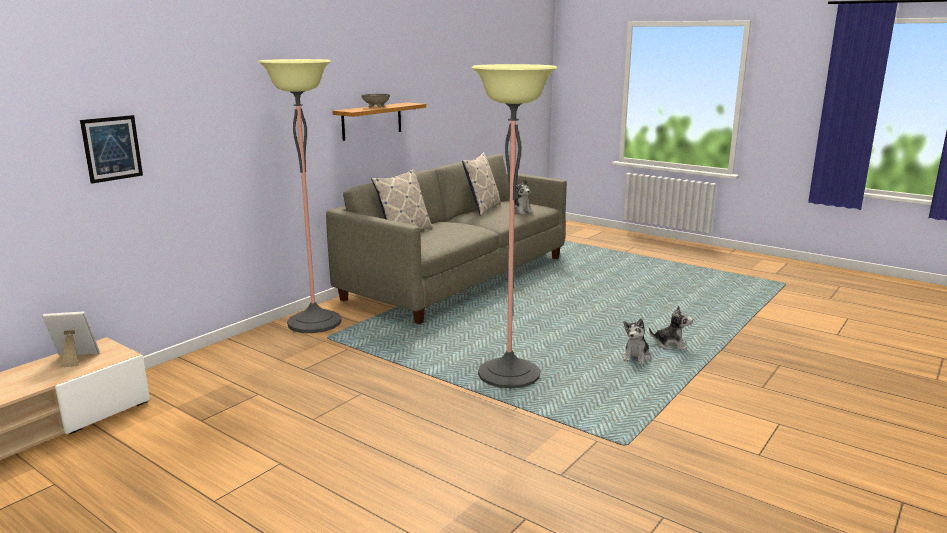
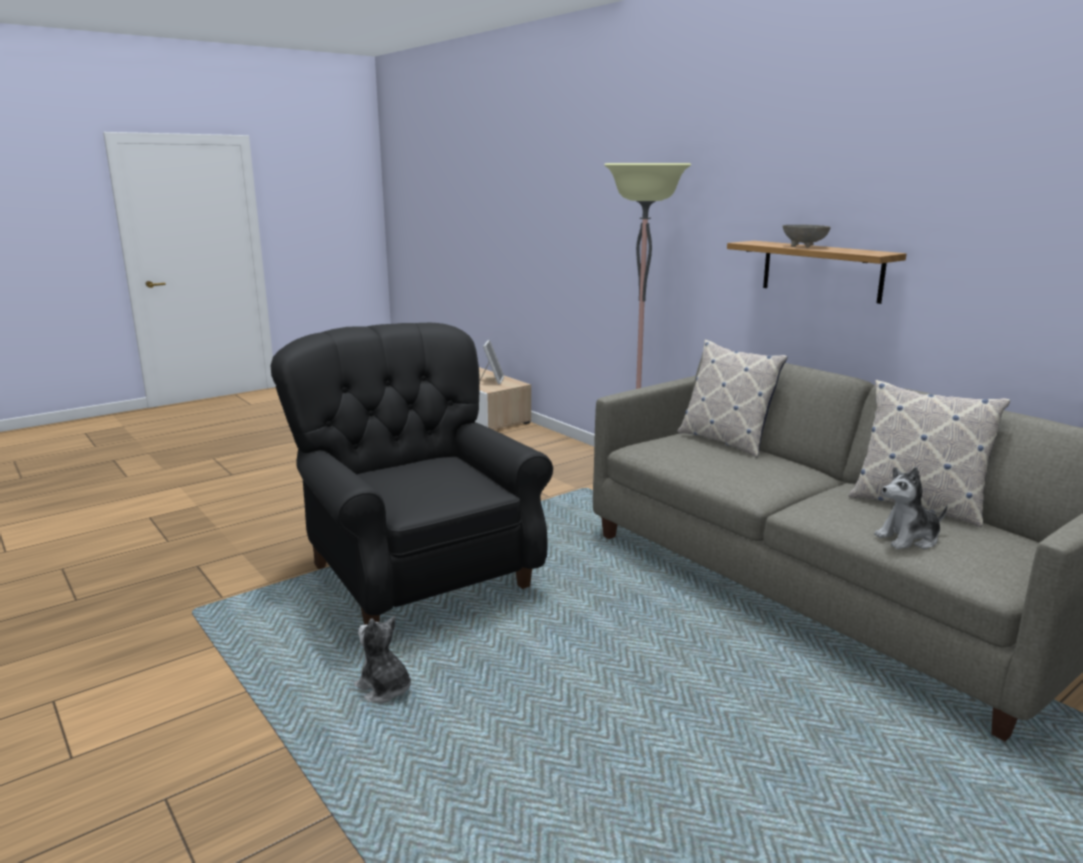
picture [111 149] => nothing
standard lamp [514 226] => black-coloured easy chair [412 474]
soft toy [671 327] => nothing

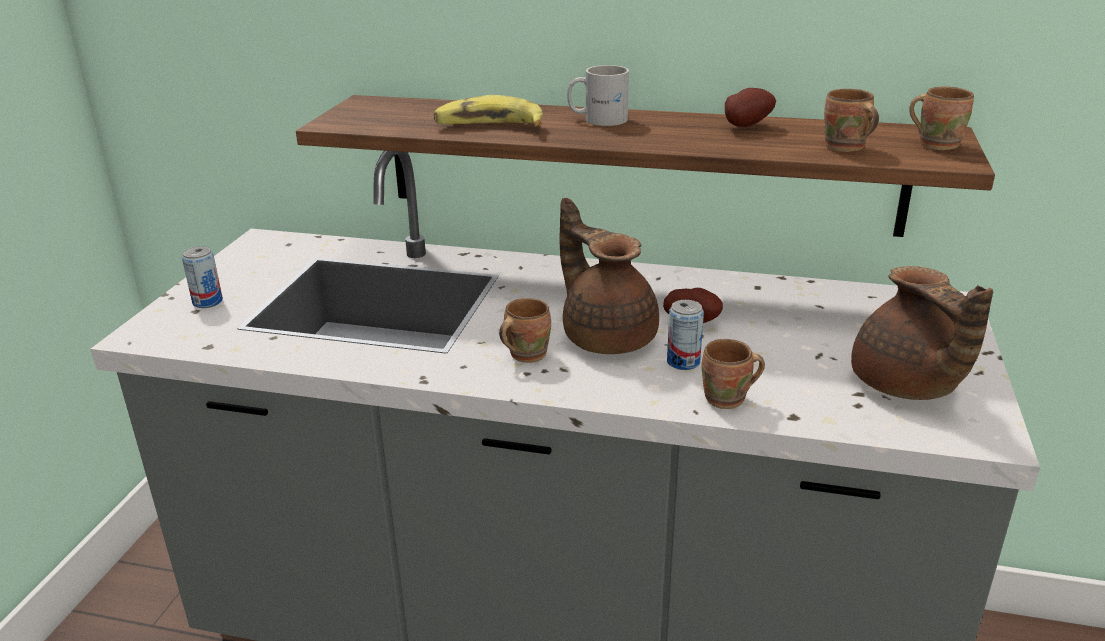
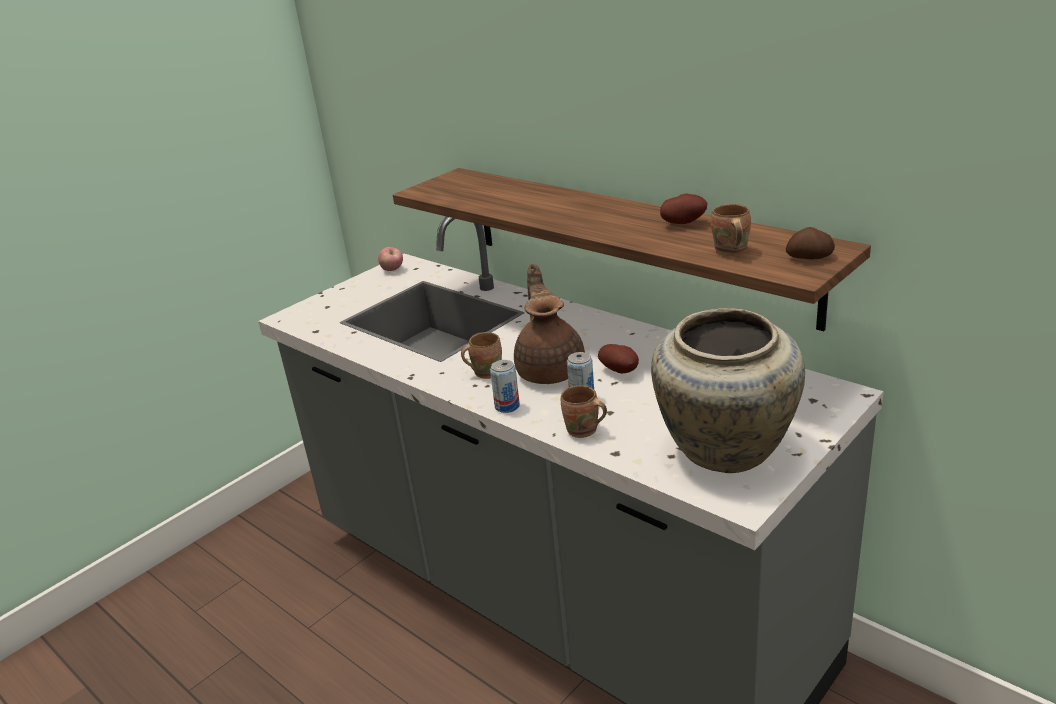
metal can [202 277] => metal can [505 386], shifted
banana fruit [488 110] => nothing
whitish mug [598 95] => nothing
brownish tea pot [922 333] => sand-coloured vase [728 390]
brownish mug [941 118] => whole potato [810 243]
nothing => whole apple [390 259]

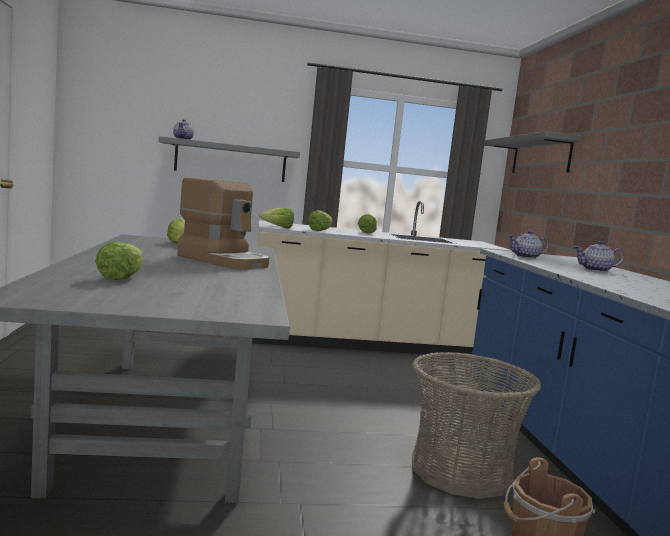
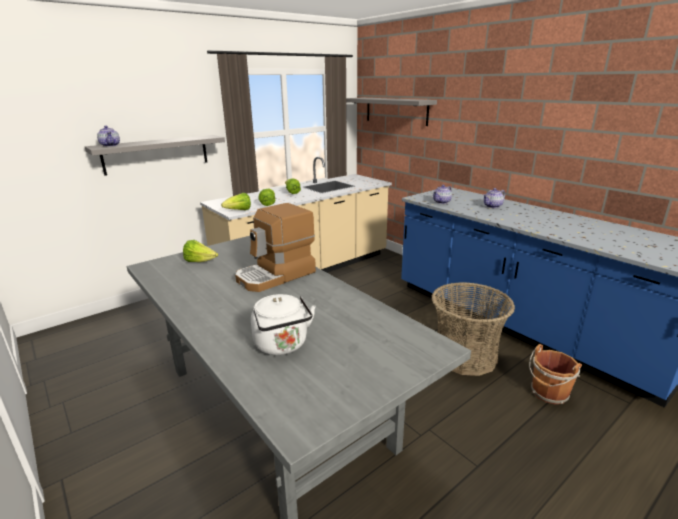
head of lettuce [119 260] => whitish kettle [283 324]
coffee maker [223 223] => coffee maker [275 247], 135 degrees clockwise

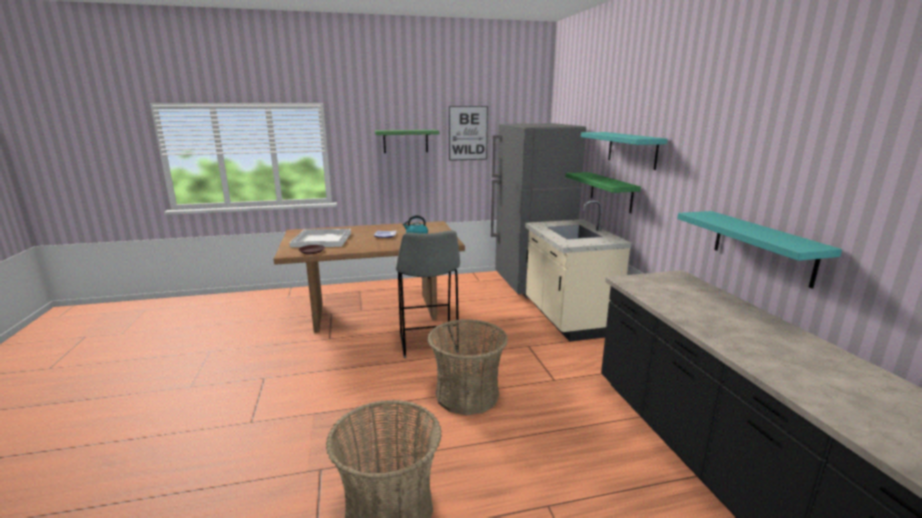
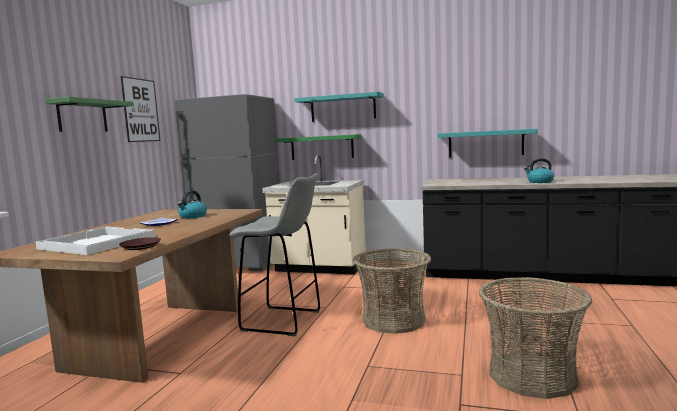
nothing => kettle [539 170]

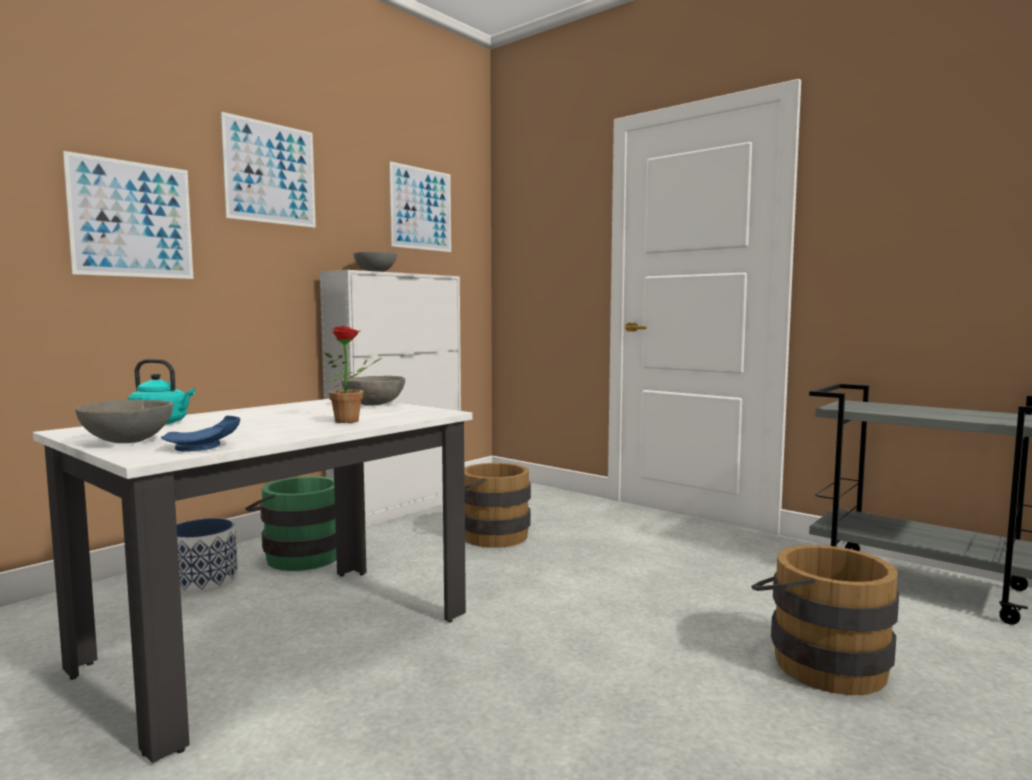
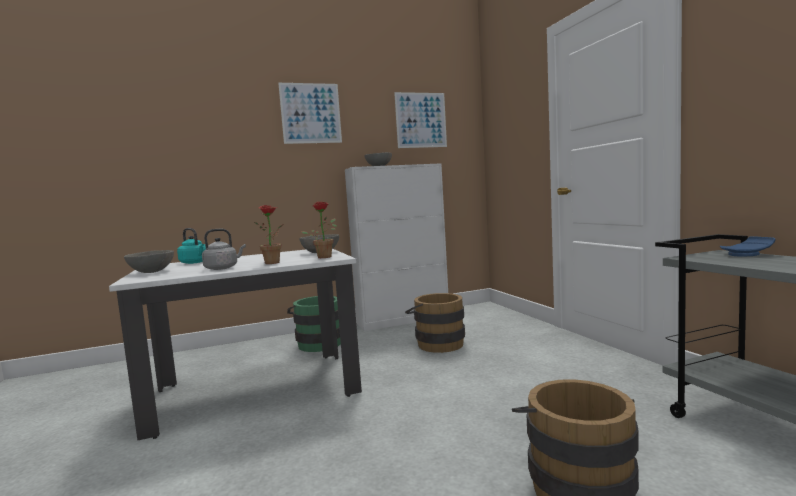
picture [128 215] => nothing
blue-coloured flat dish [200 434] => blue-coloured flat dish [748 246], shifted
planter [207 555] => nothing
nothing => greyish kettle [224 249]
nothing => potted plant [319 230]

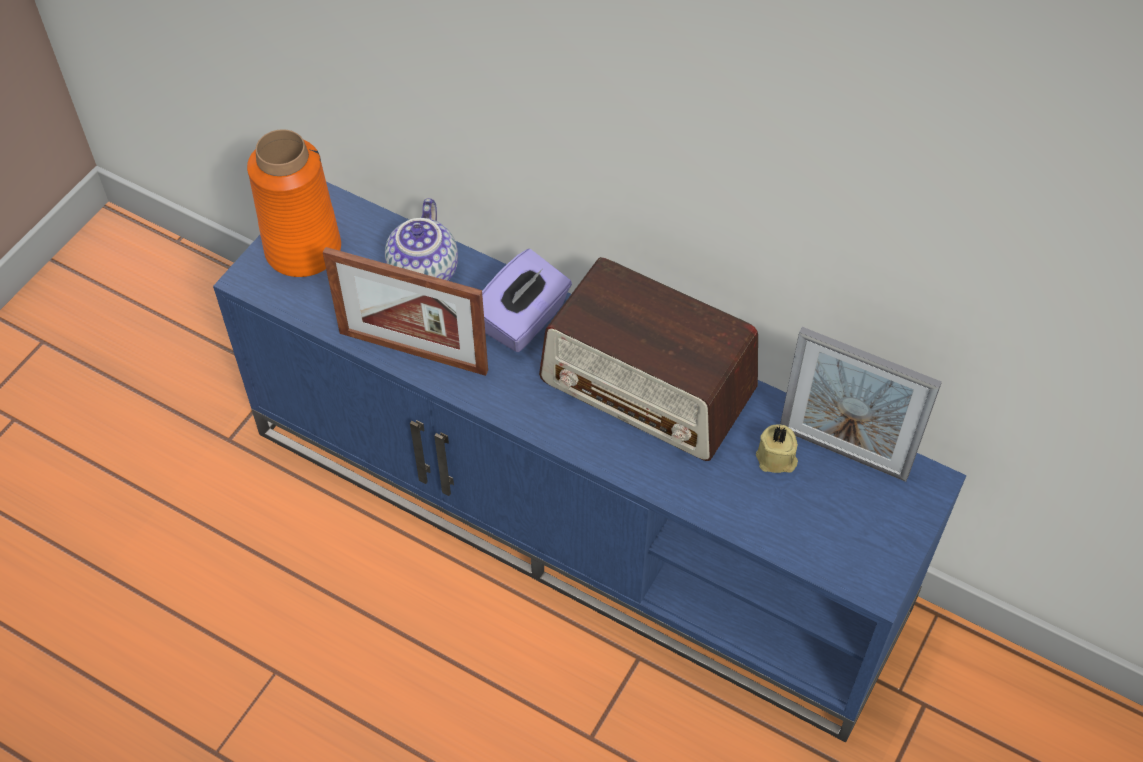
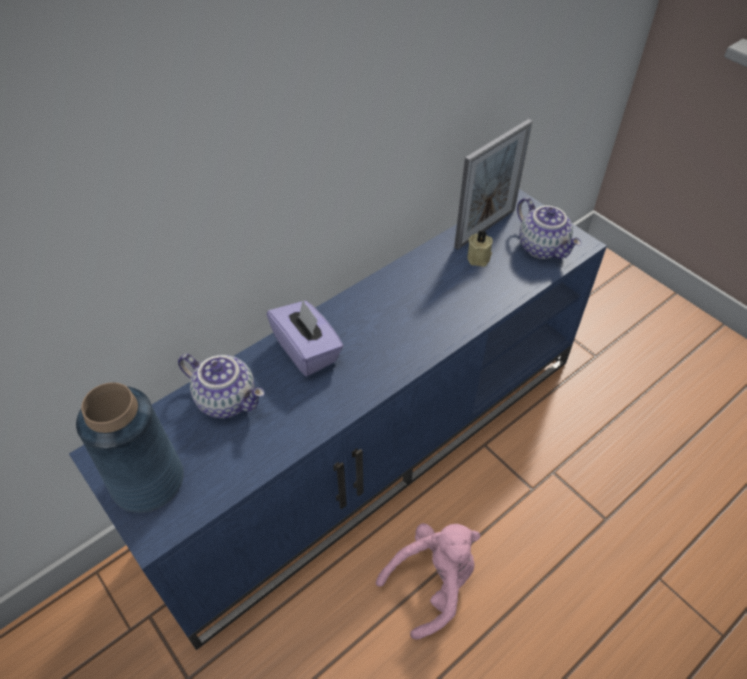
orangey vase [294 203] => blue-coloured vase [130 447]
standing frame [405 311] => nothing
radio receiver [648 359] => nothing
nothing => pinkish soft toy [428 581]
nothing => tea pot [549 228]

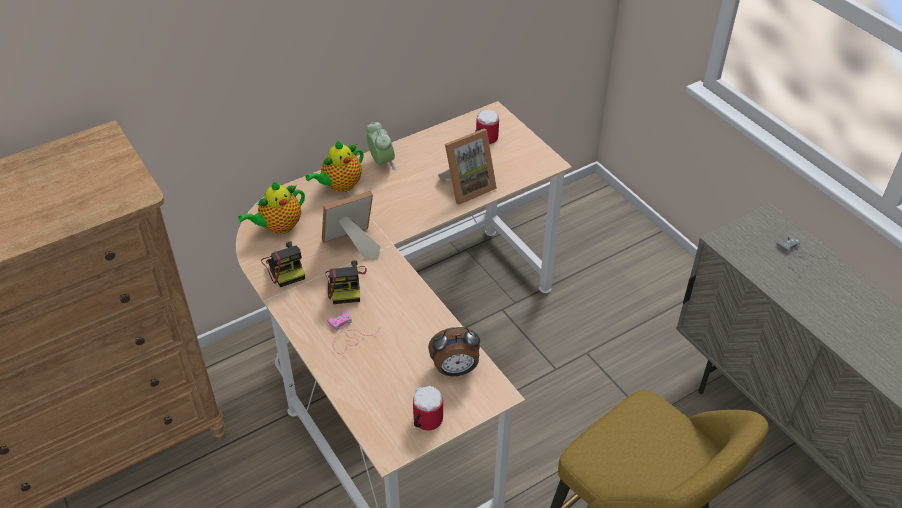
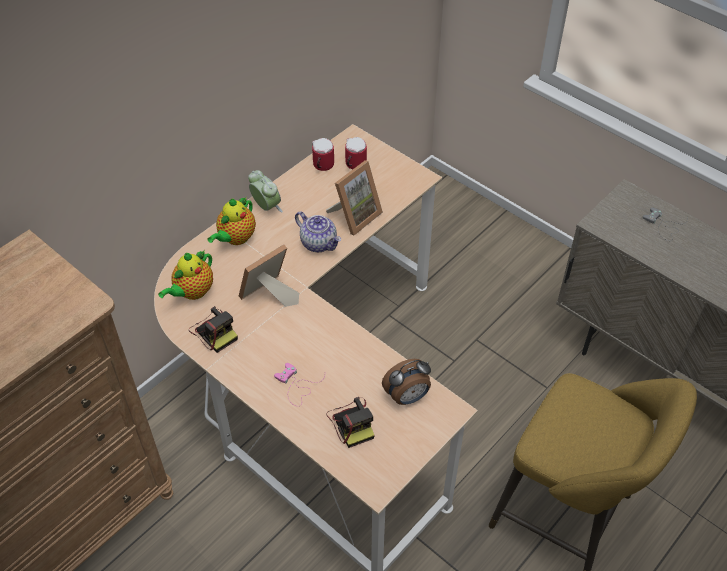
still camera [346 282] => still camera [350 422], shifted
mug [428 408] => mug [323 154], shifted
nothing => tea pot [318 231]

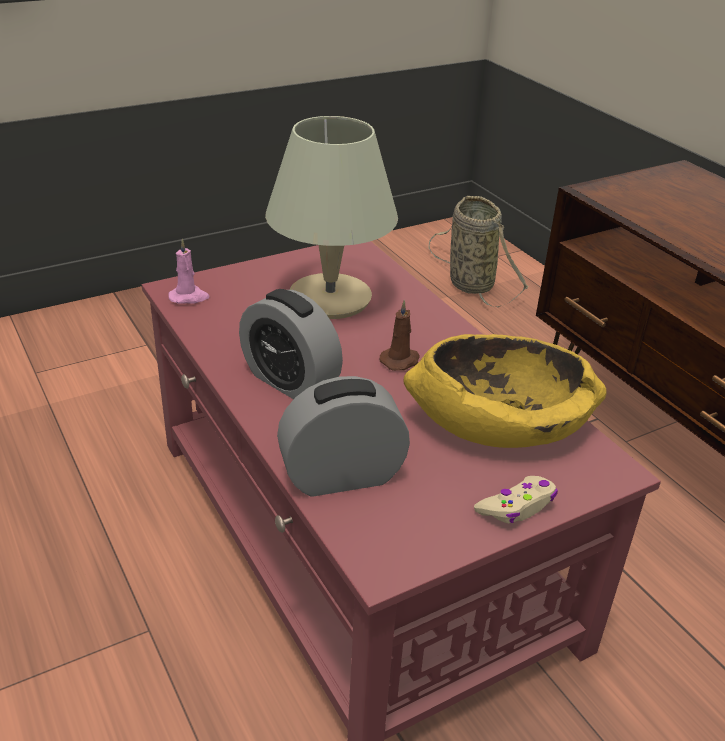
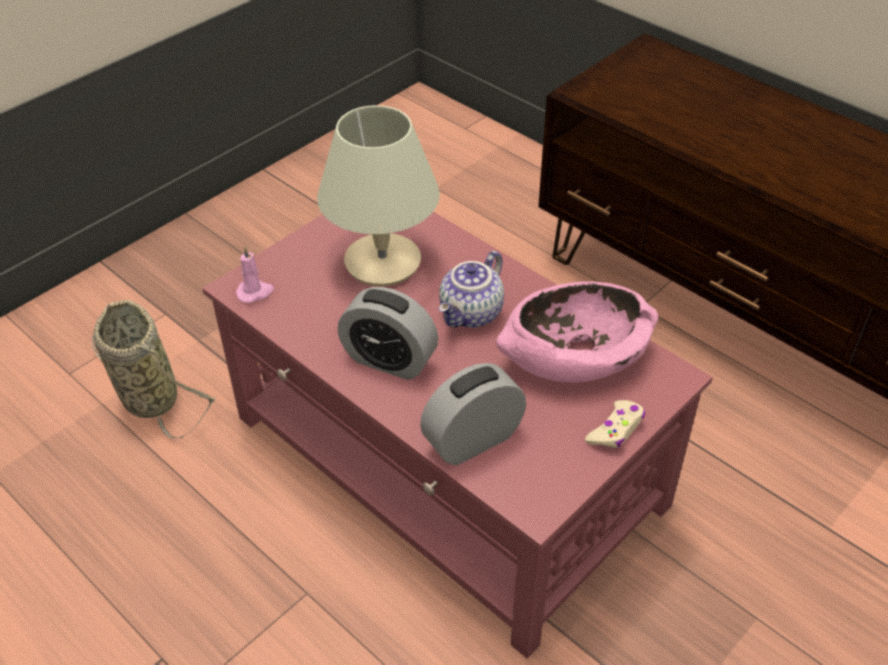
brownish wax candle [400 335] => tea pot [471 289]
yellow serving bowl [505 391] => pinkish serving bowl [577 332]
basket [478 251] => basket [154 369], shifted

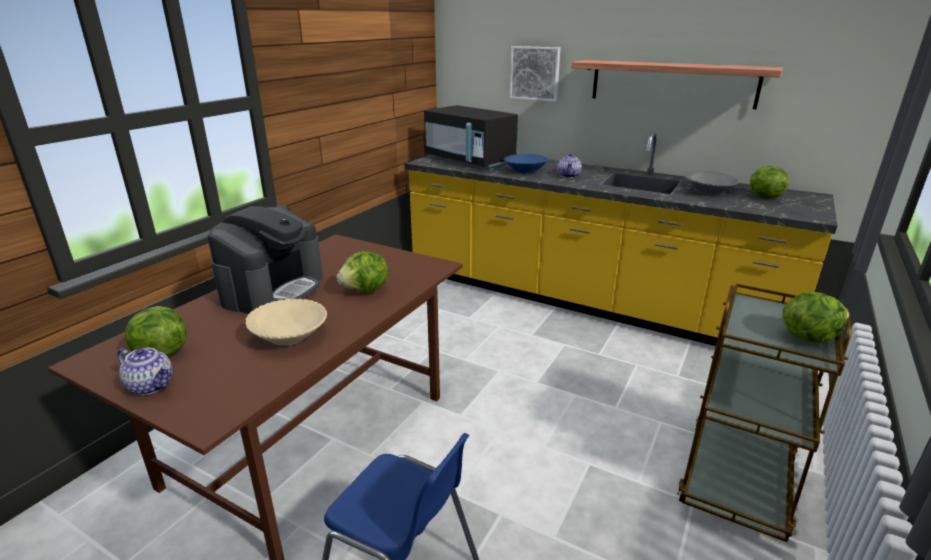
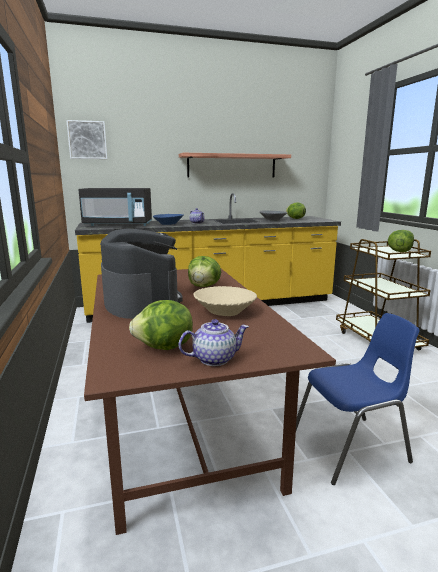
picture [535 74] => picture [86 139], shifted

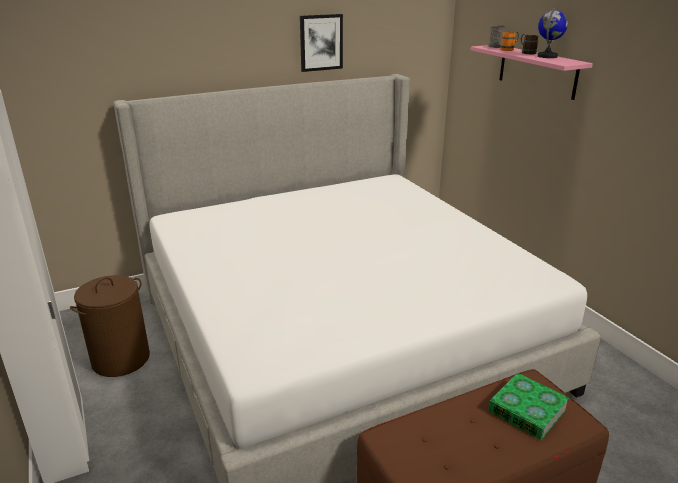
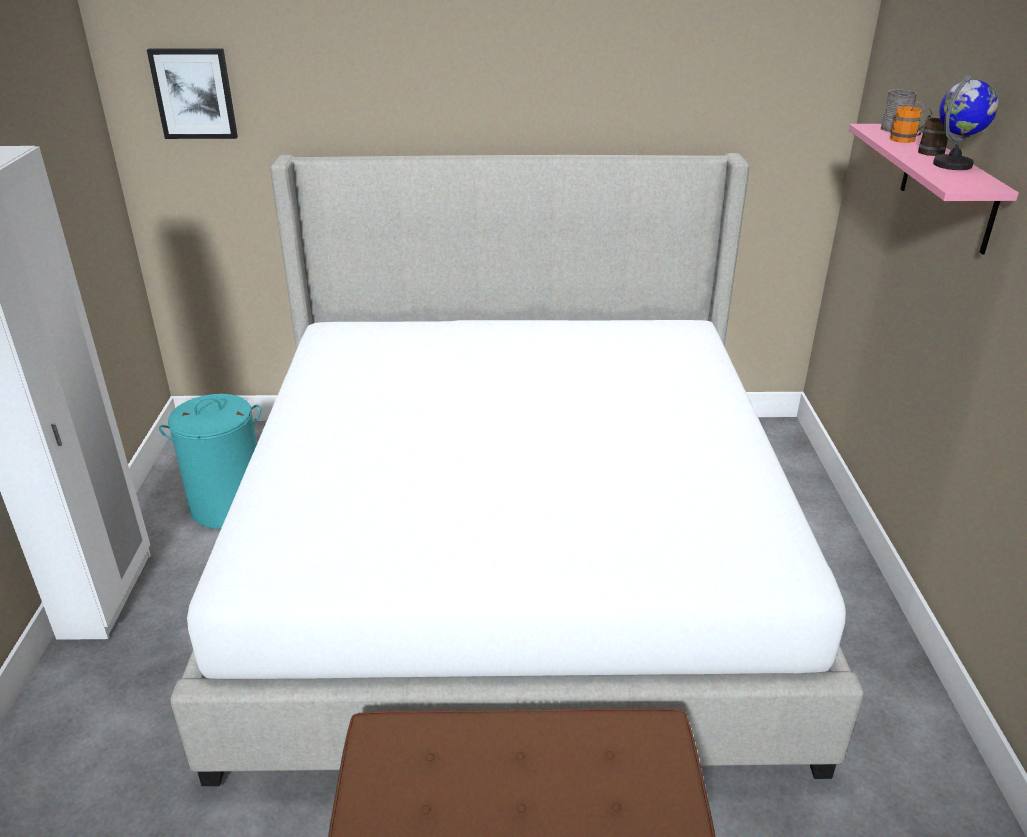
brownish washing basket [110 326] => turquoise washing basket [210 461]
picture [321 43] => picture [192 93], shifted
volume [528 406] => nothing

